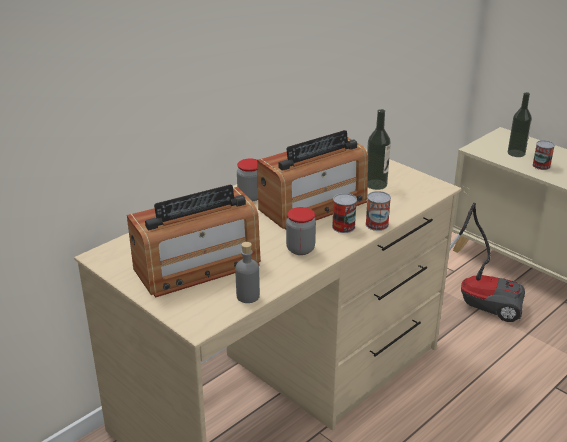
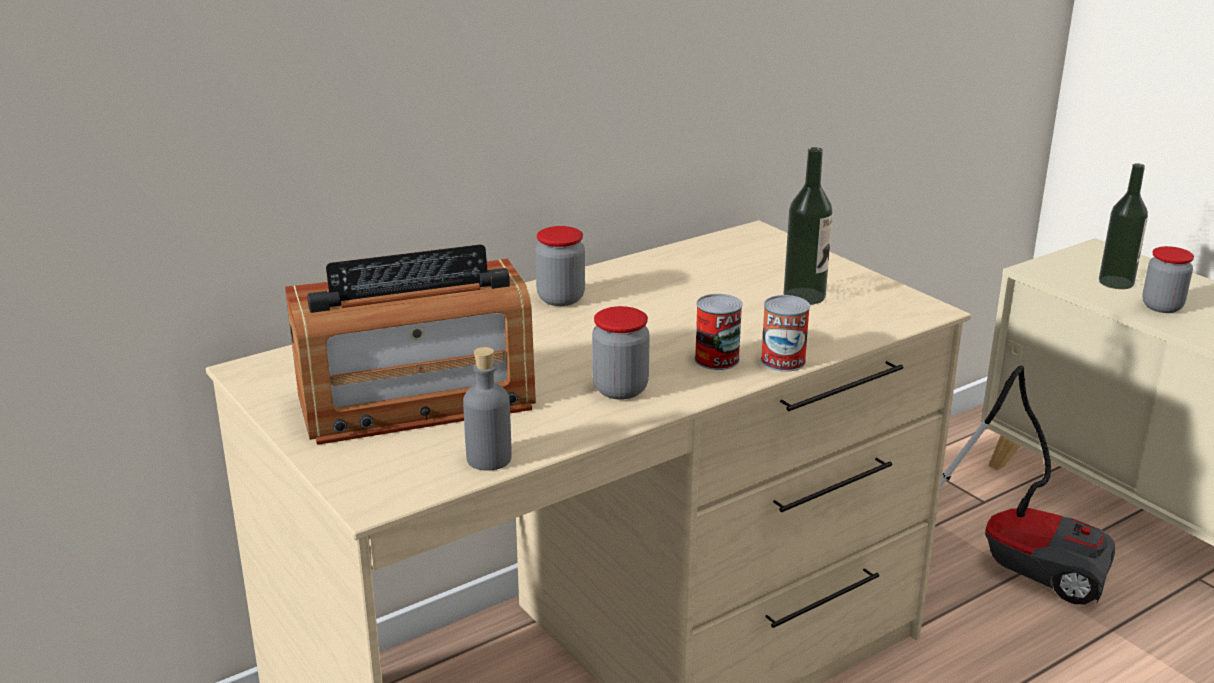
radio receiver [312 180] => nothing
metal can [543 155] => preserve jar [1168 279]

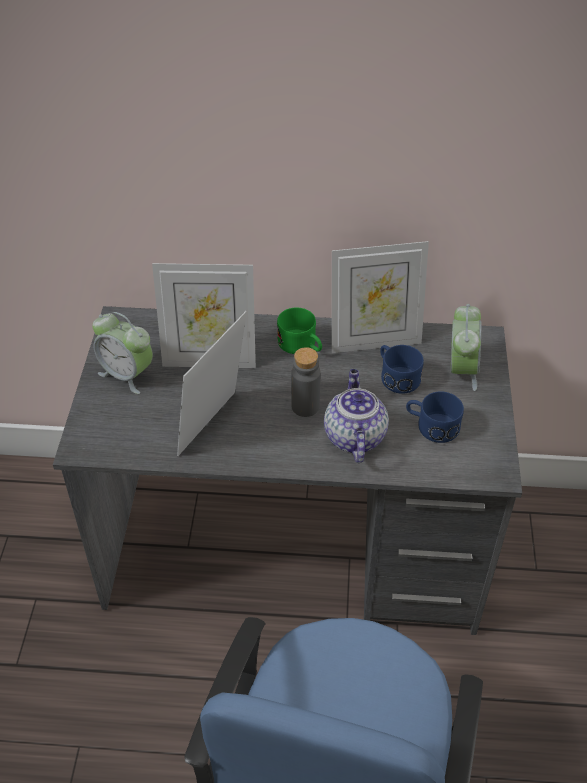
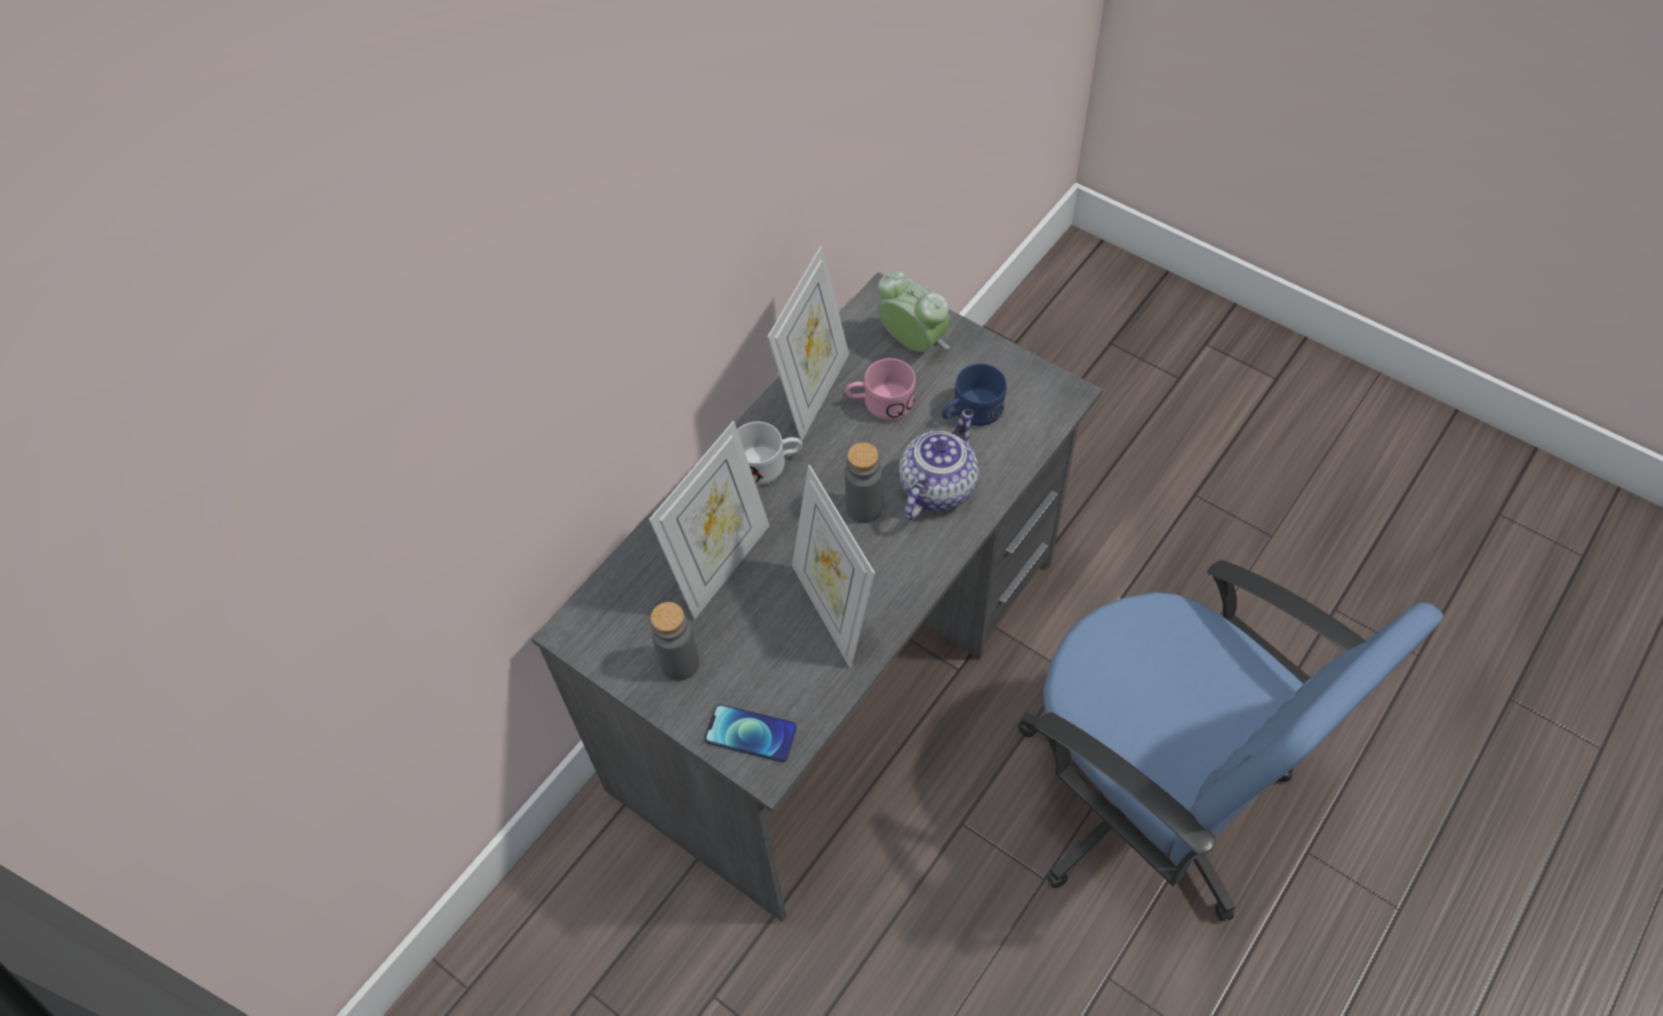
bedside clock [123 353] => greyish bottle [675 641]
green mug [299 331] => whitish mug [769 453]
tea pot [356 416] => tea pot [939 464], 90 degrees clockwise
blue-coloured mug [402 369] => pinkish mug [880 389]
nothing => phone [751 733]

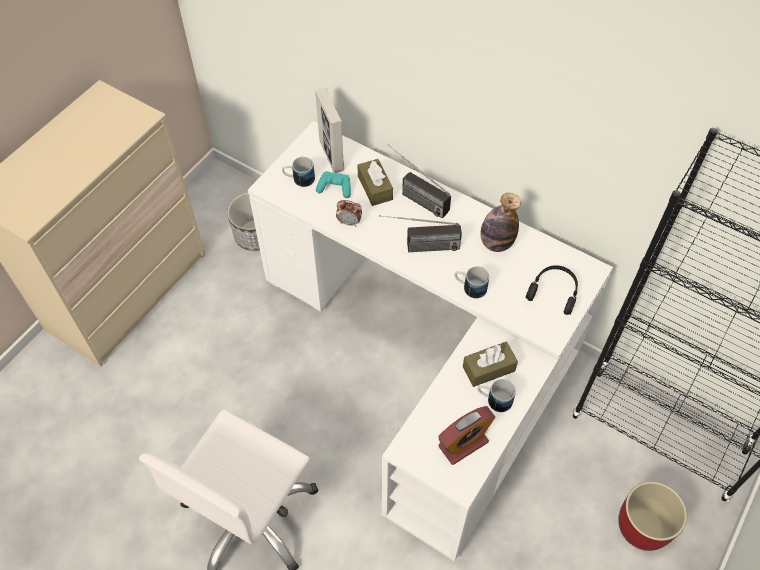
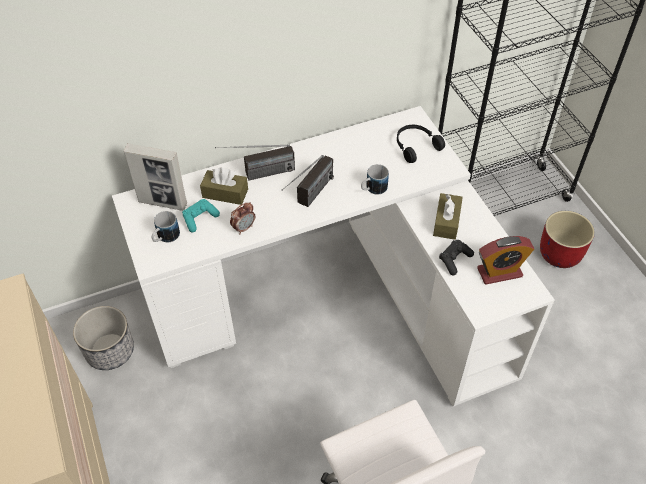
bedside clock [466 435] => bedside clock [505 260], 75 degrees clockwise
mug [497 395] => nothing
bottle [501 222] => nothing
nothing => black-coloured joypad [456 257]

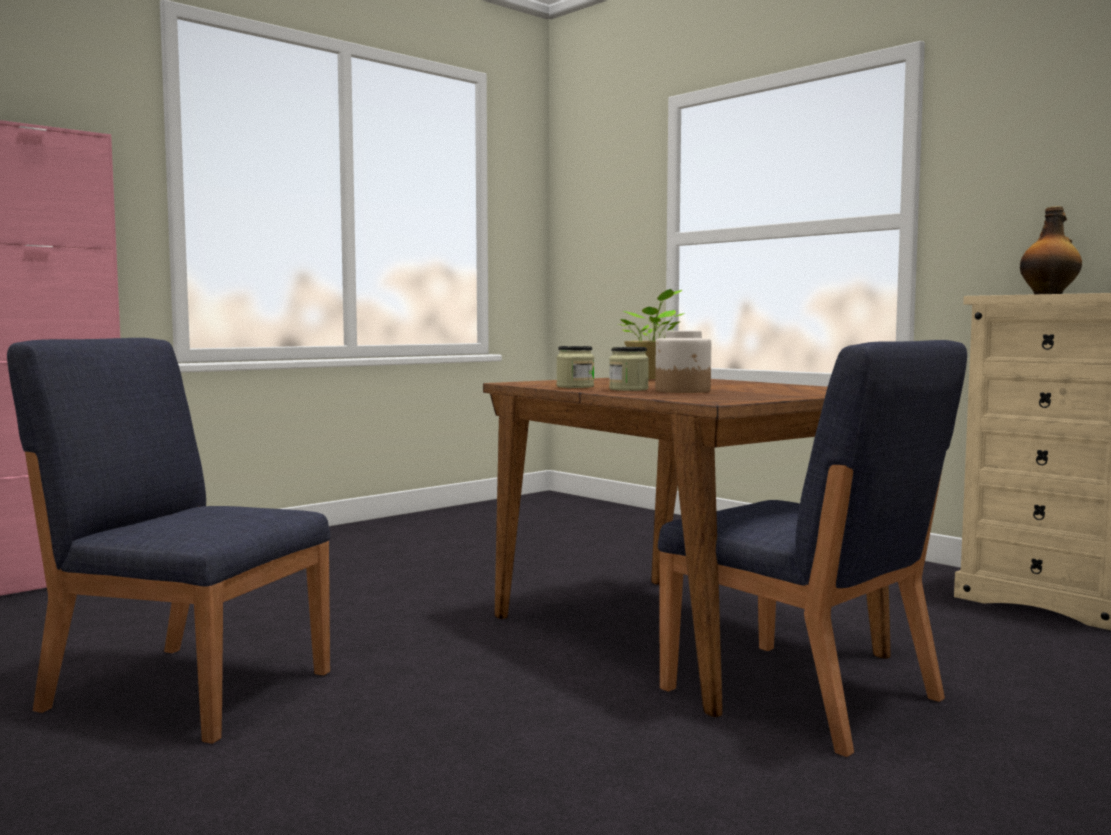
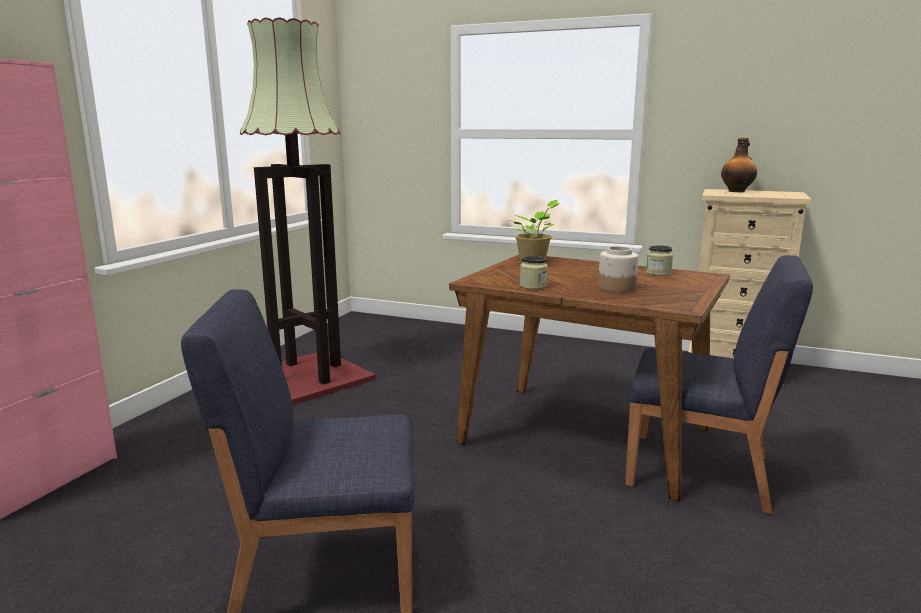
preserve jar [629 369] => preserve jar [659 260], shifted
nothing => standard lamp [308 211]

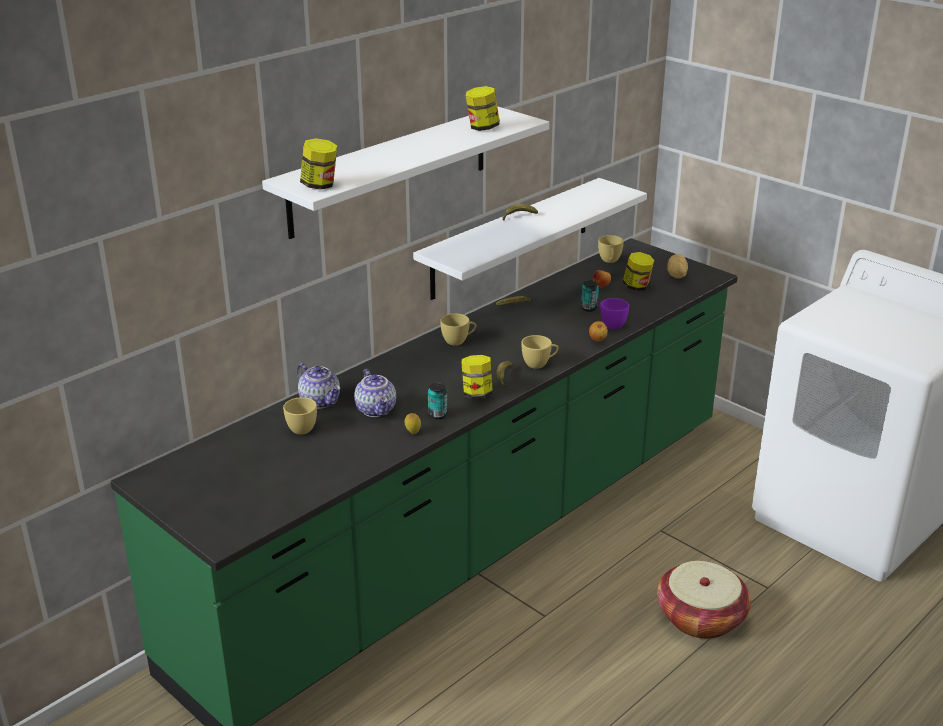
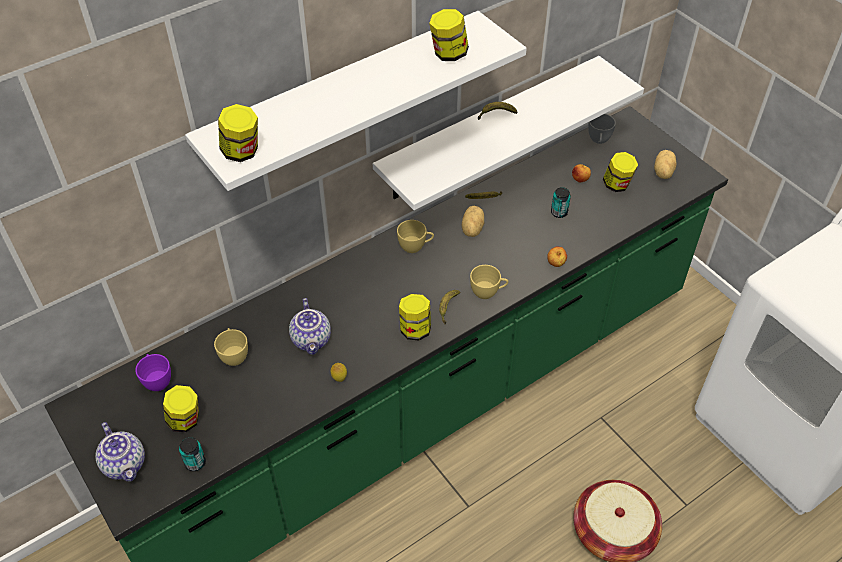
tea pot [318 386] => tea pot [120 452], shifted
metal can [438 401] => metal can [192 454], shifted
yellow cup [611 249] => greyish cup [602 129]
purple cup [614 313] => purple cup [153 372], shifted
nothing => preserve jar [181 408]
nothing => whole potato [473 221]

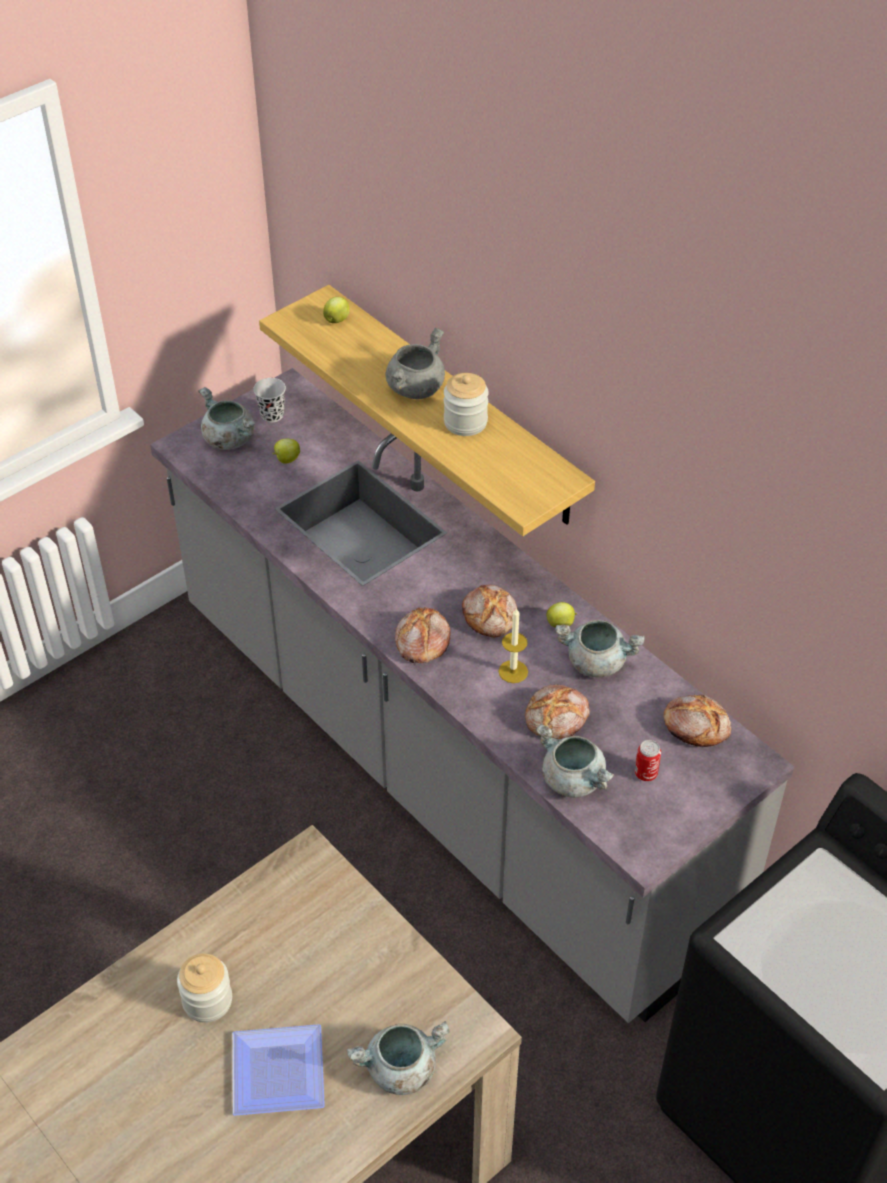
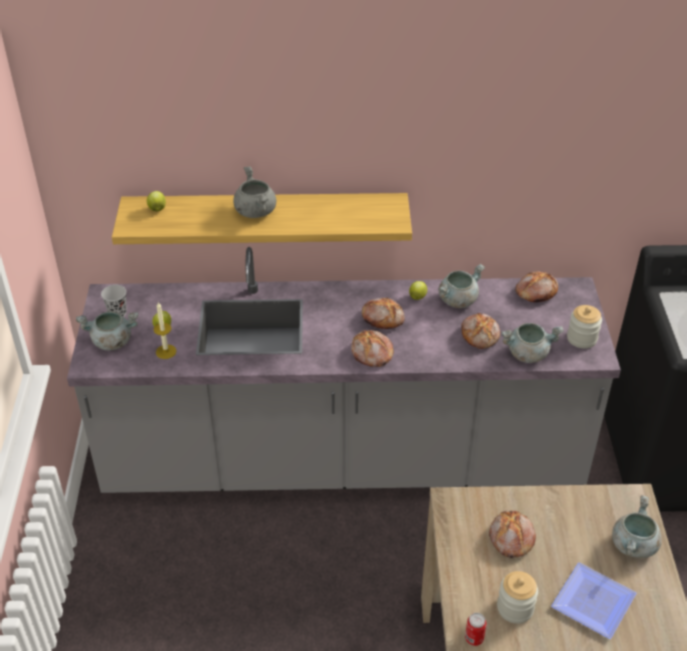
preserve jar [466 404] => preserve jar [584 327], shifted
wax candle [513 645] => wax candle [165 330], shifted
metal can [648 760] => metal can [476 629], shifted
nothing => bakery bread [512 534]

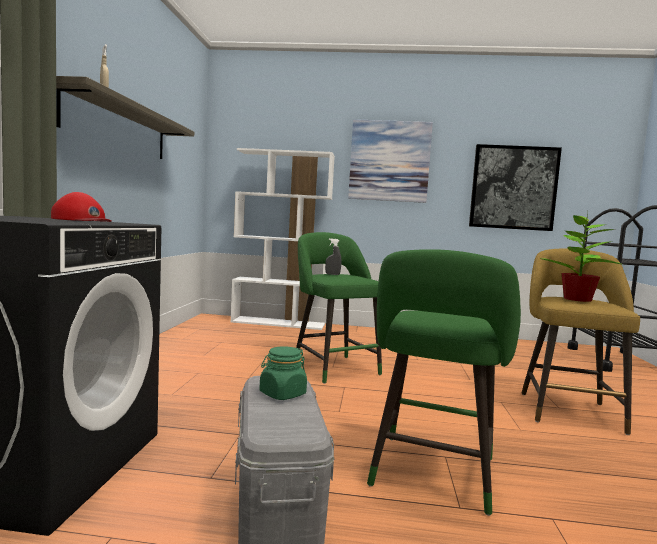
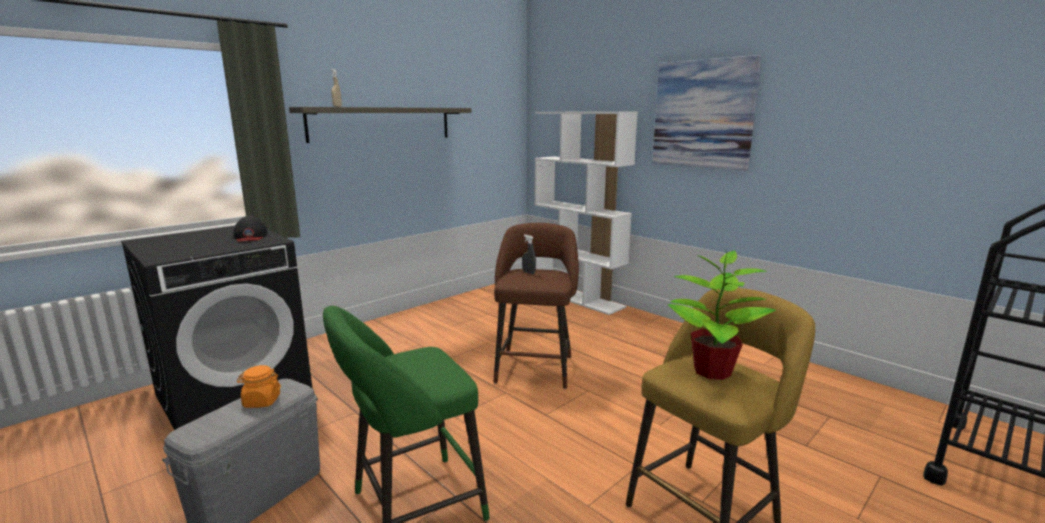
red cap [81 207] => black-coloured cap [250 229]
green preserve jar [283 373] => orangey preserve jar [259 386]
green stool [339 308] => brownish stool [536 306]
picture [515 187] => nothing

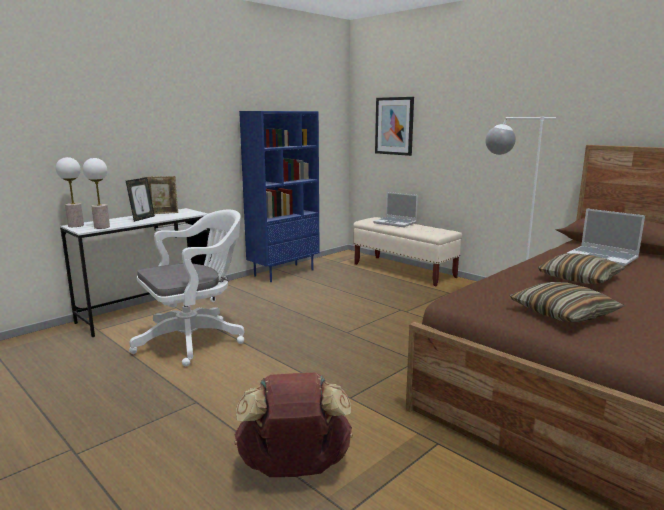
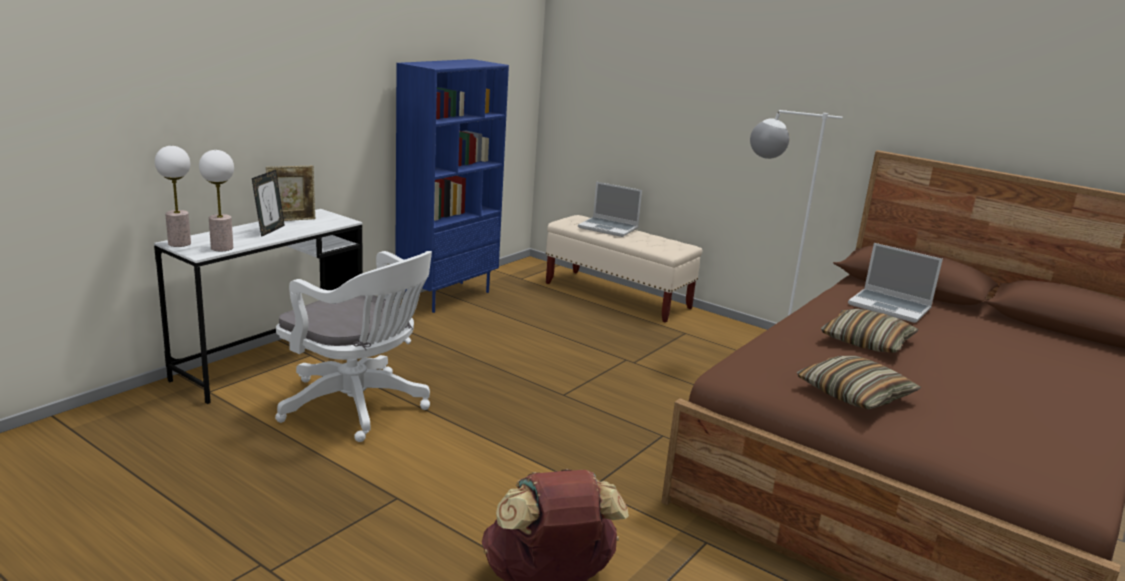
whitish office chair [186 288] => whitish office chair [353 346], 75 degrees clockwise
picture [394 126] => nothing

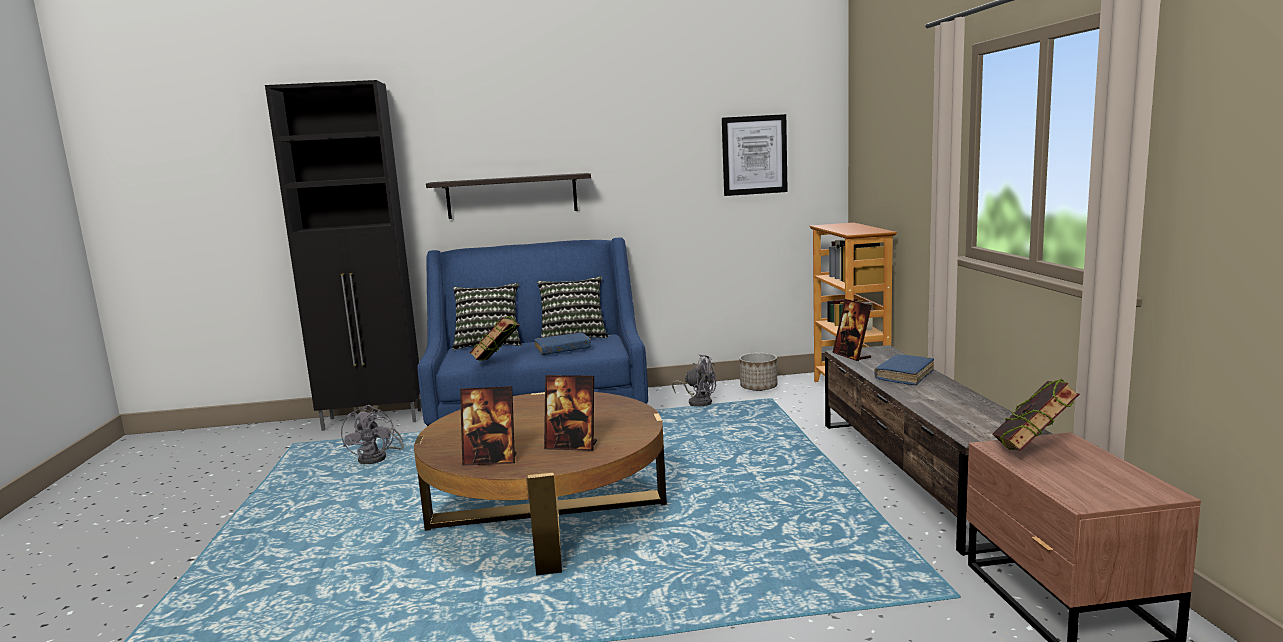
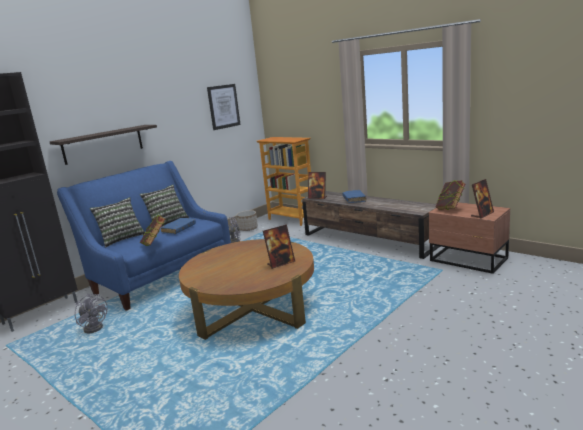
standing frame [488 426] => standing frame [482 199], shifted

